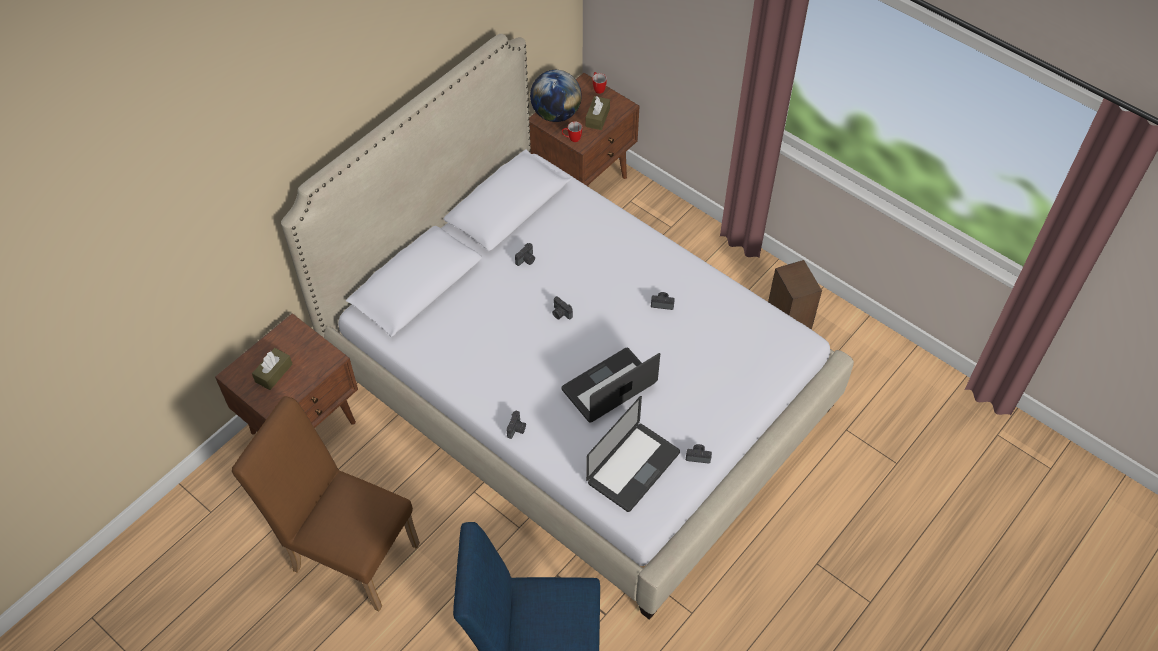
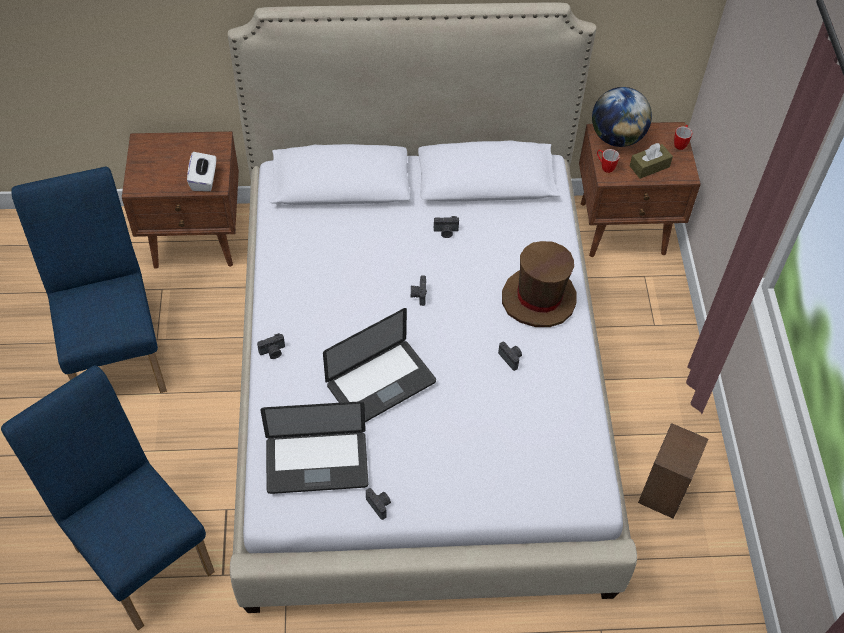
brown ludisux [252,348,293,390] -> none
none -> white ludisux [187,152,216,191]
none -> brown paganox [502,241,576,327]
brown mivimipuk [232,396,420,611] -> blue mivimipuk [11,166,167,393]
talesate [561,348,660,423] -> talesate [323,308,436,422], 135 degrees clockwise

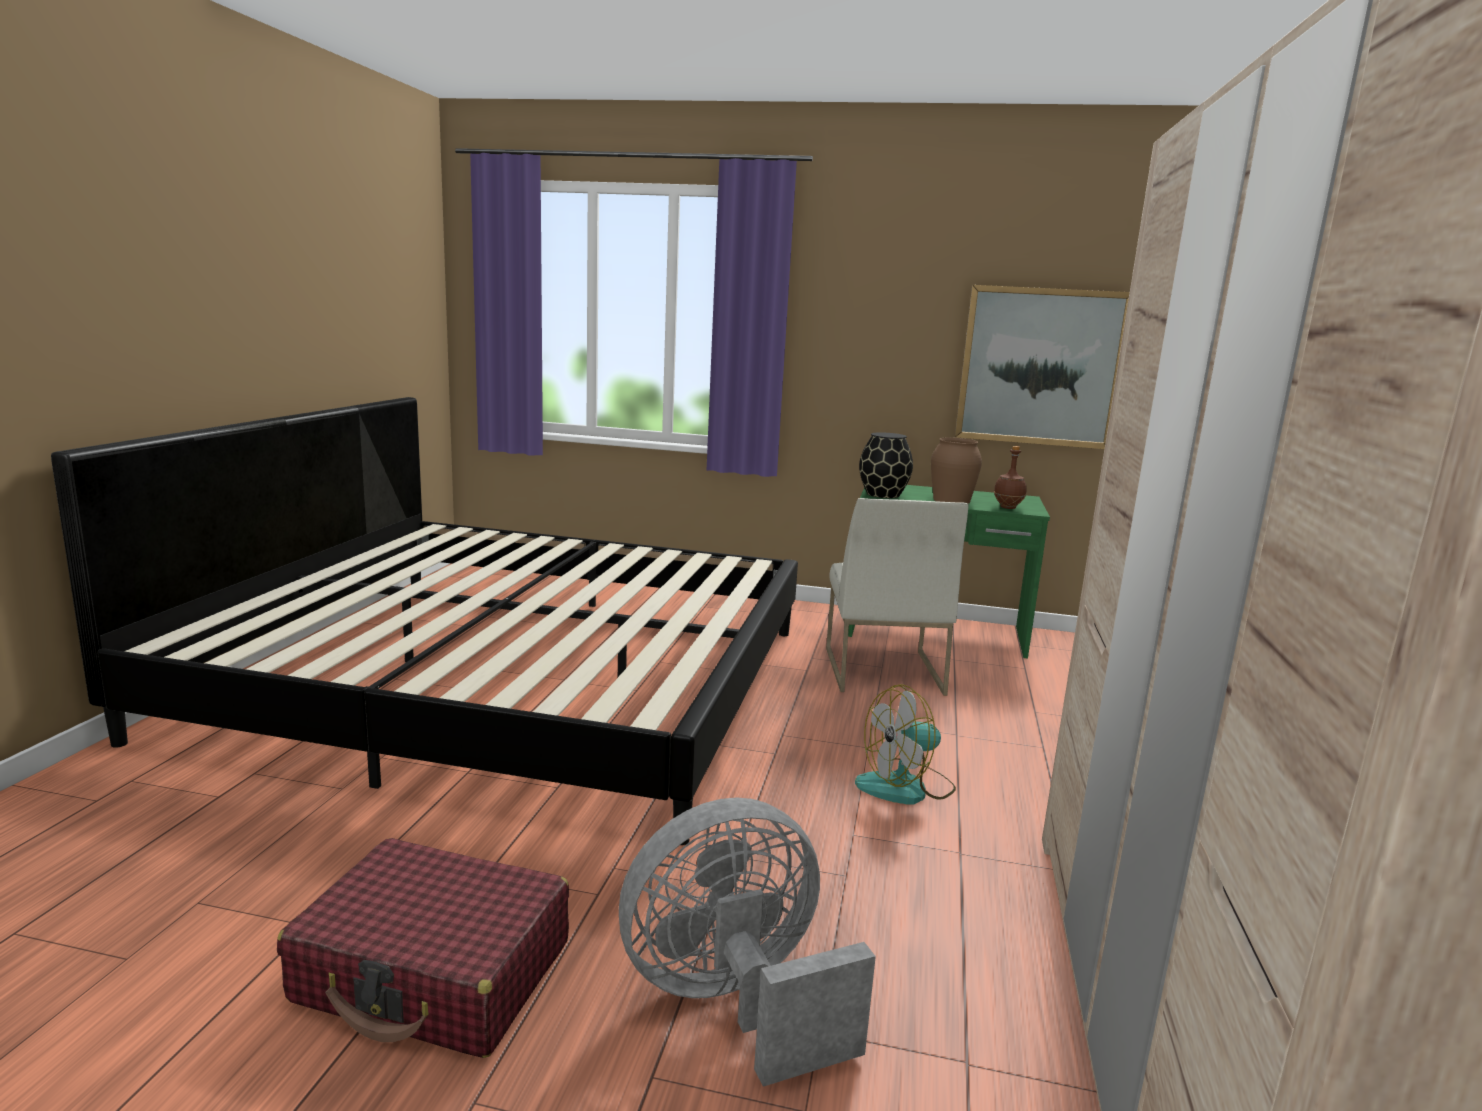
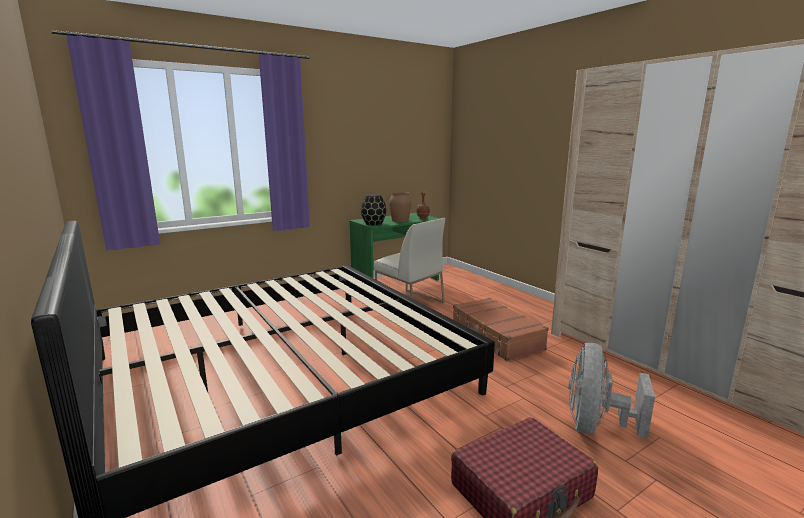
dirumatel [955,285,1130,449] -> none
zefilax [855,684,956,804] -> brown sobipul [453,298,549,361]

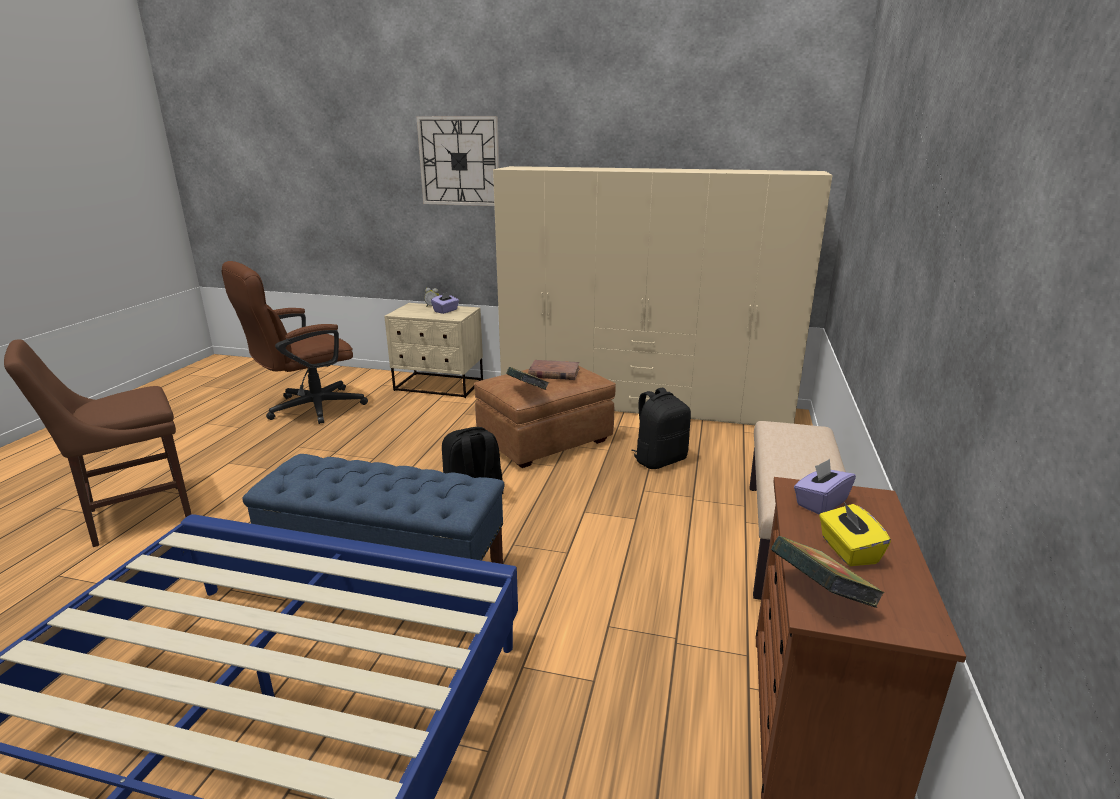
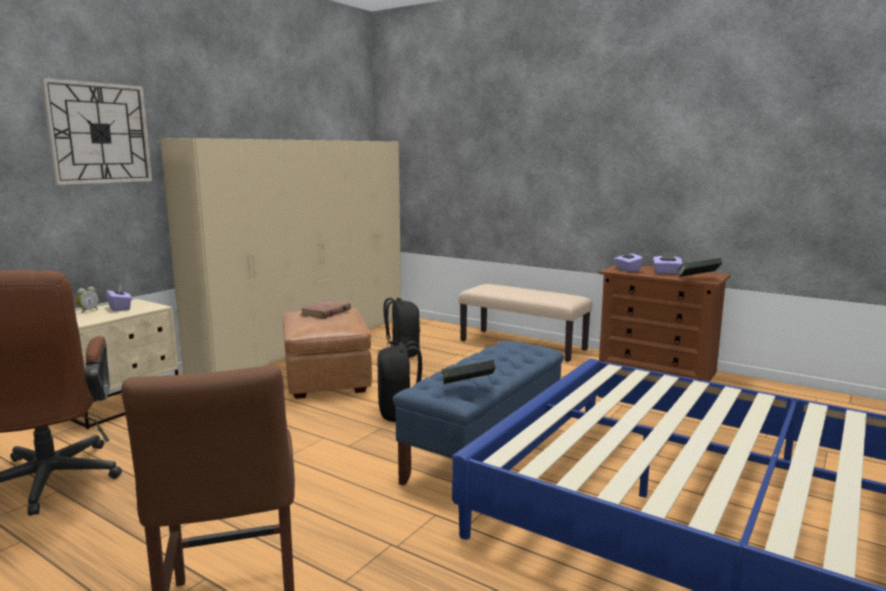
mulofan [506,367,549,390] -> mulofan [441,360,495,384], moved
yellow ludisux [819,502,891,566] -> purple ludisux [653,252,682,274]

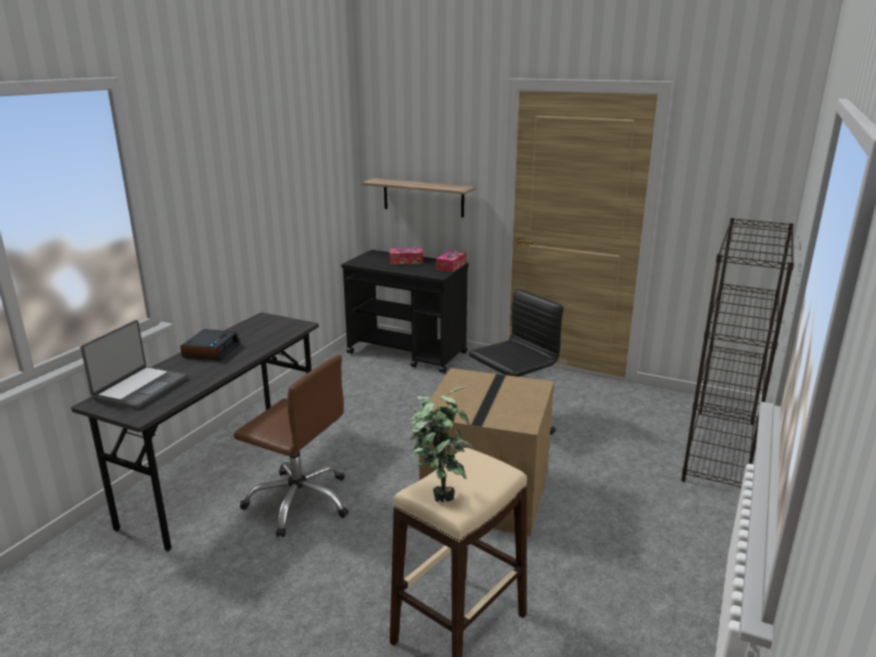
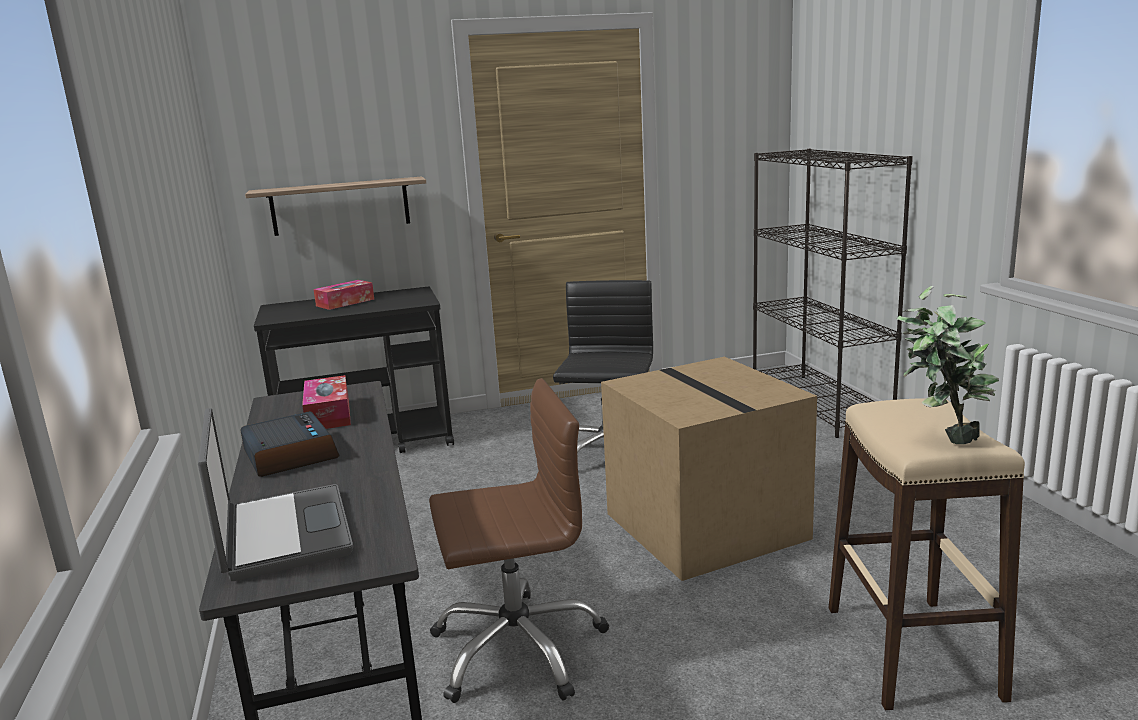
ludisux [436,250,467,272] -> ludisux [302,375,351,429], moved

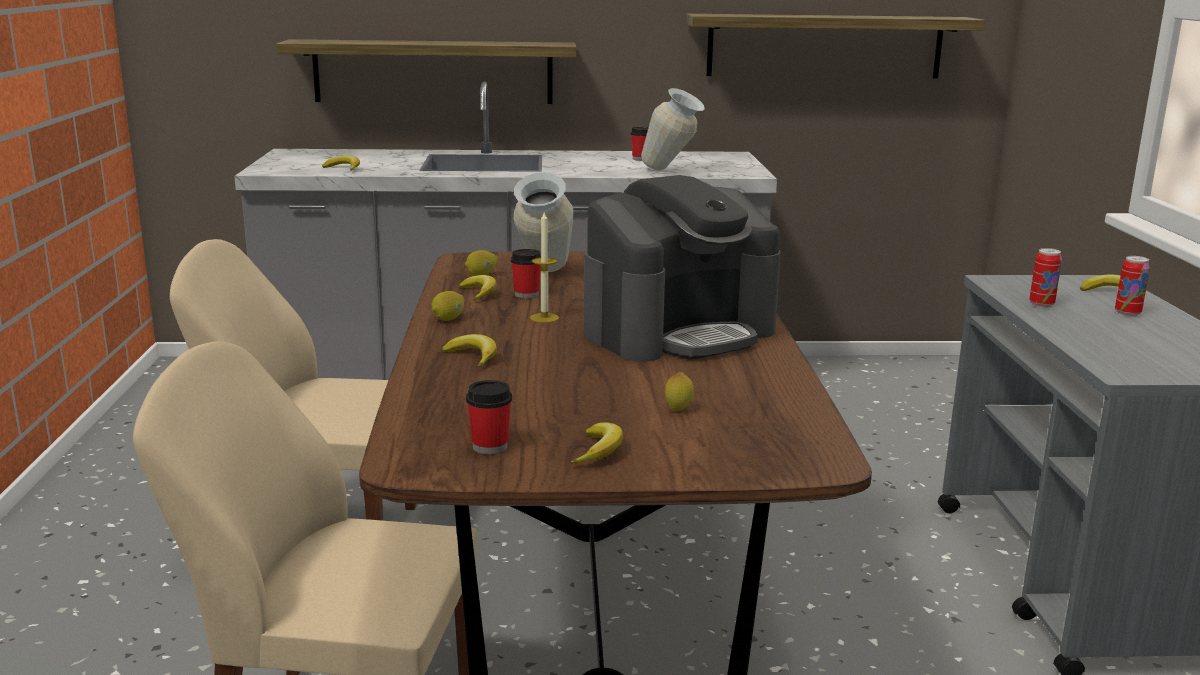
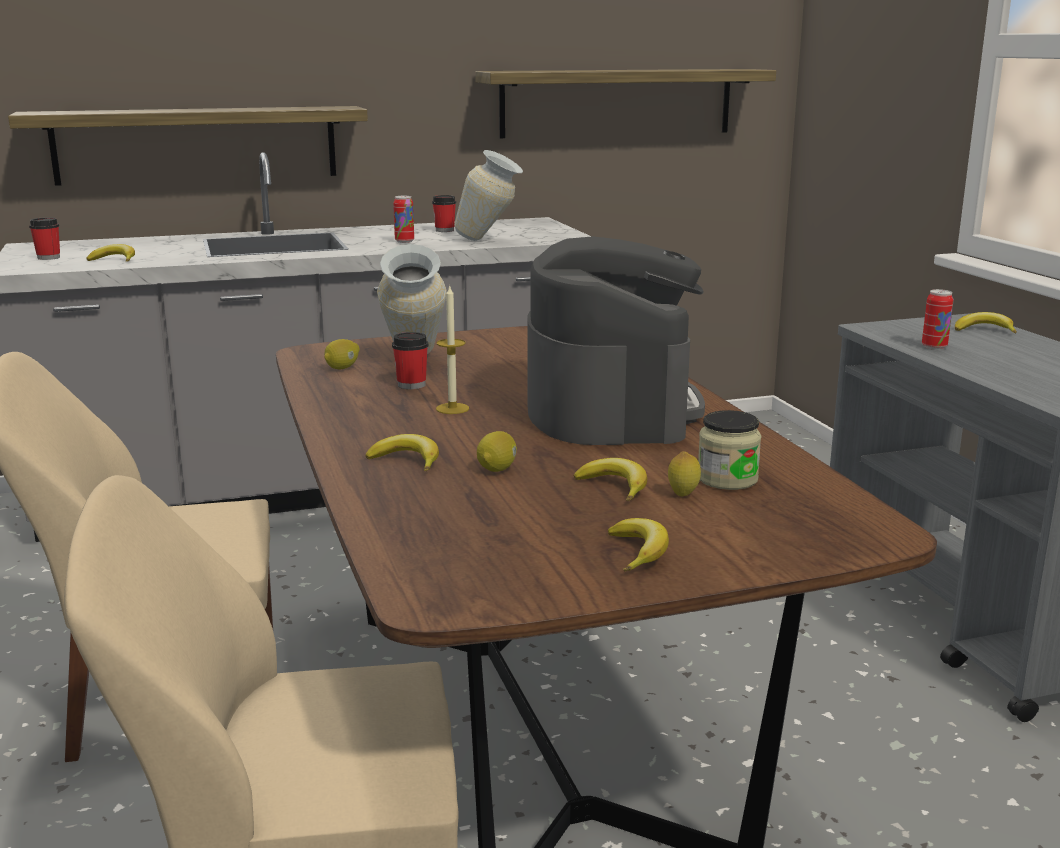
none -> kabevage [698,410,761,490]
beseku [431,291,464,321] -> beseku [477,431,517,472], moved
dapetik [459,275,497,300] -> dapetik [574,458,647,501], moved
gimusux [466,380,512,454] -> gimusux [29,217,60,260], moved
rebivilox [1115,256,1150,316] -> rebivilox [393,196,414,243], moved
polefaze [584,175,781,362] -> polefaze [527,236,705,445], 45 degrees counterclockwise

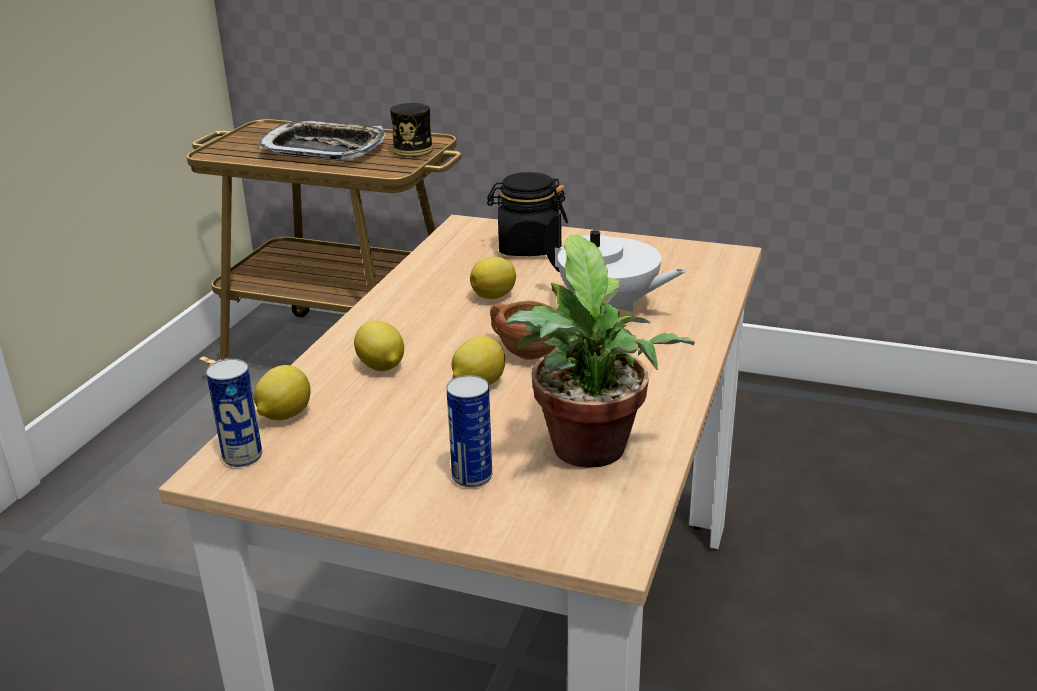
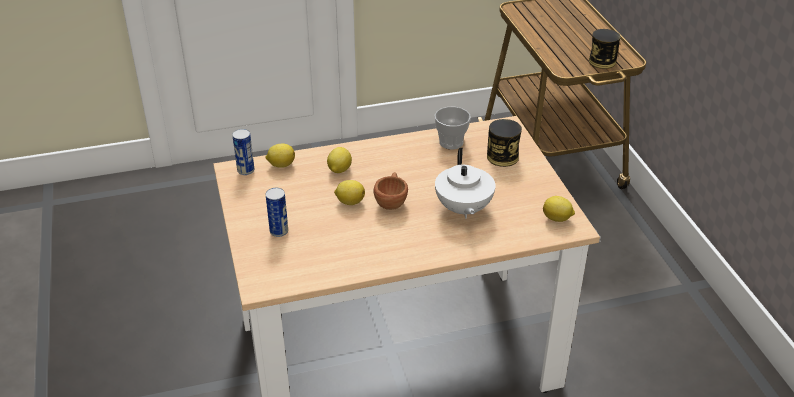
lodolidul [259,120,385,160] -> none
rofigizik [505,234,695,468] -> none
none -> gimusux [435,107,471,149]
beseku [470,257,516,299] -> beseku [543,196,575,222], moved
black kabevage [487,172,568,256] -> rebivilox [487,119,522,167]

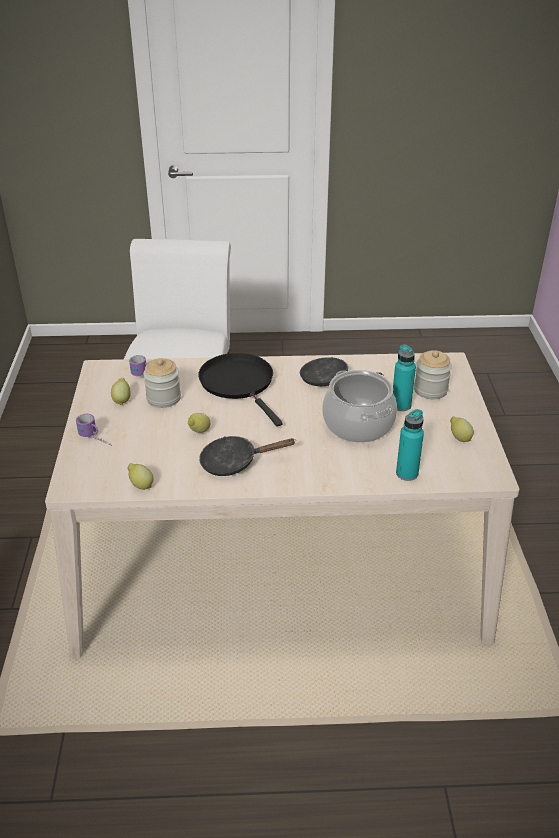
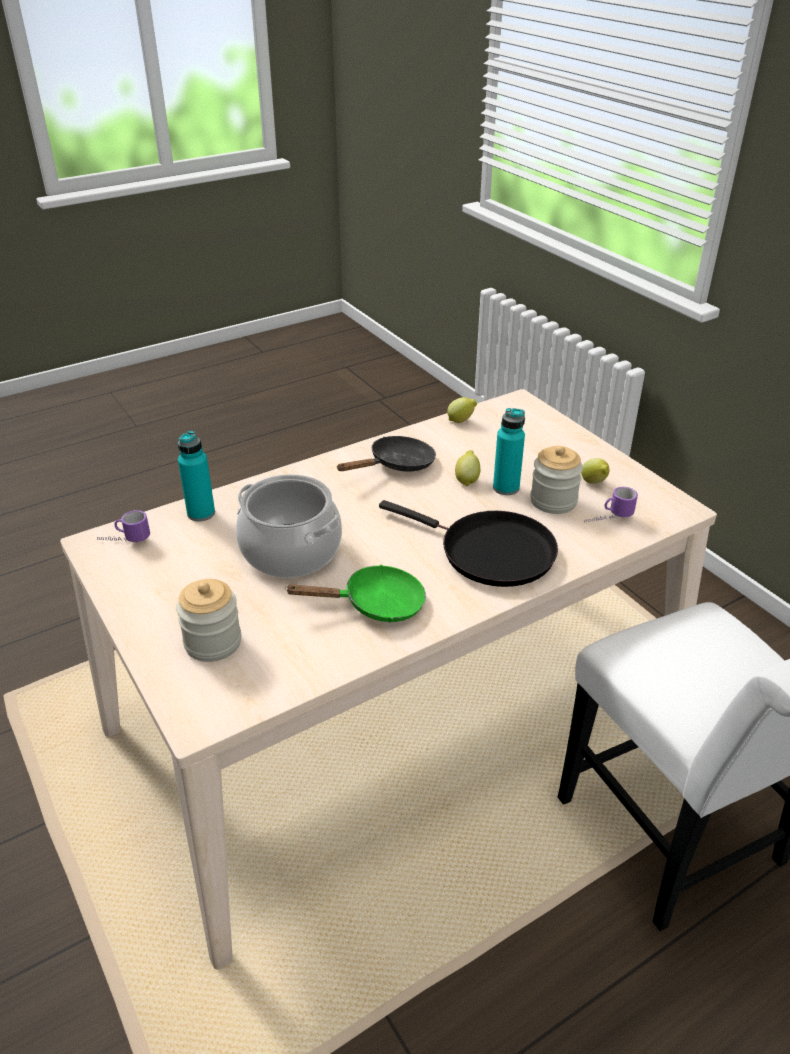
beseku [450,416,474,442] -> none
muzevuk [76,414,112,446] -> muzevuk [97,510,150,542], moved
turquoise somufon [393,344,416,411] -> turquoise somufon [493,408,525,495], moved
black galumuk [300,357,382,386] -> green galumuk [285,565,426,622]

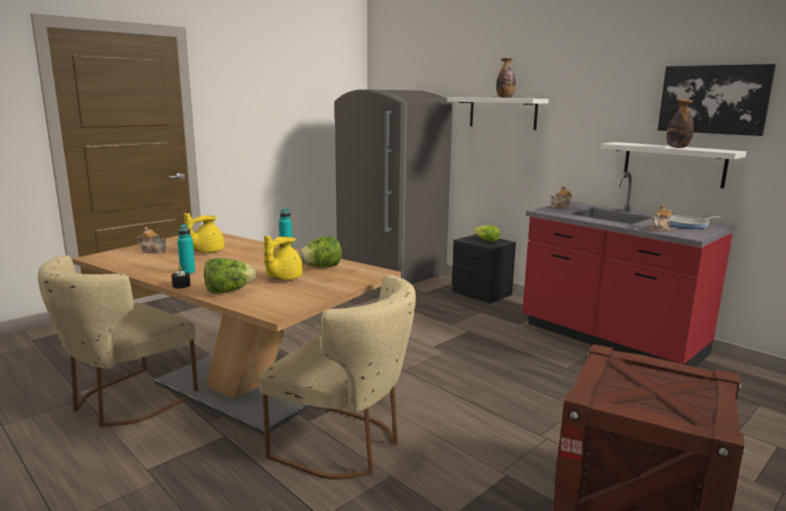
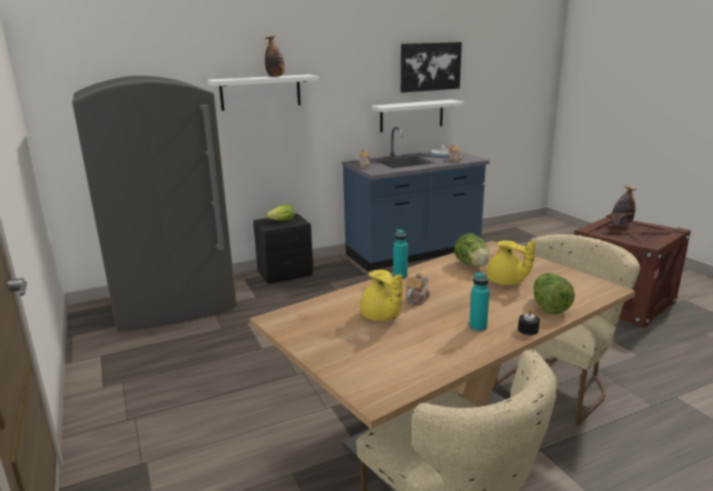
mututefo [137,227,166,254] -> mututefo [406,273,430,306], moved
somufon [666,99,694,148] -> somufon [612,186,637,226], moved
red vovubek [522,172,736,367] -> blue vovubek [342,127,490,271]

